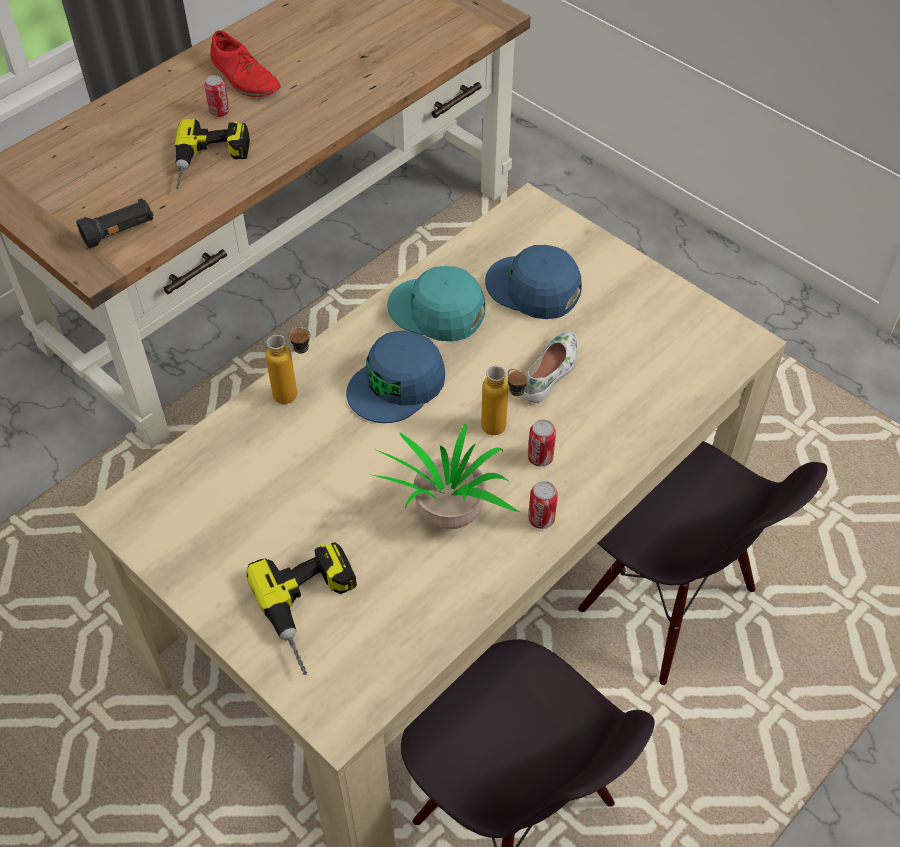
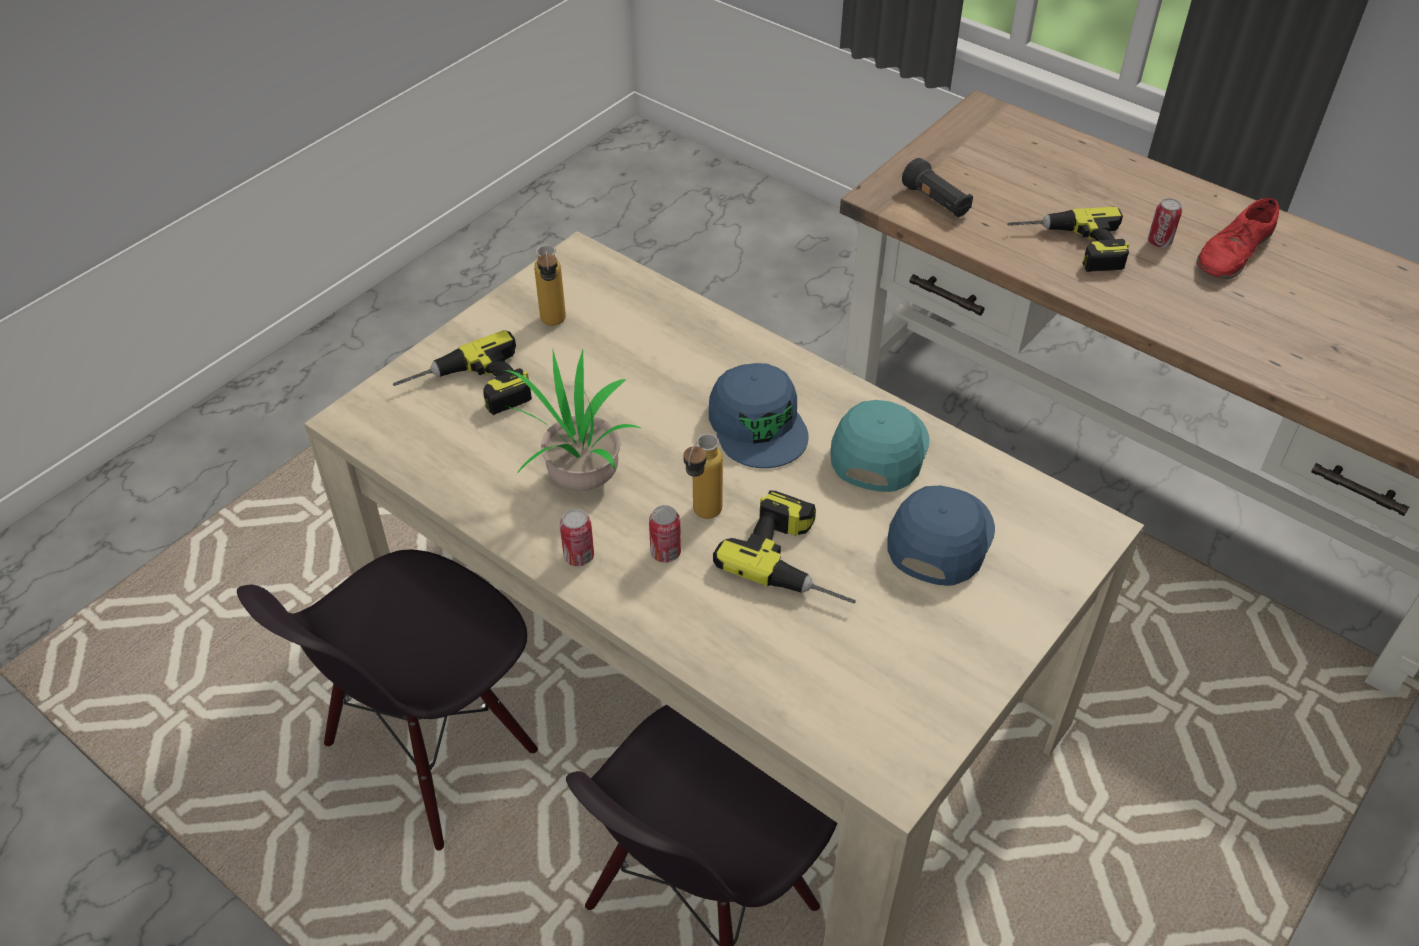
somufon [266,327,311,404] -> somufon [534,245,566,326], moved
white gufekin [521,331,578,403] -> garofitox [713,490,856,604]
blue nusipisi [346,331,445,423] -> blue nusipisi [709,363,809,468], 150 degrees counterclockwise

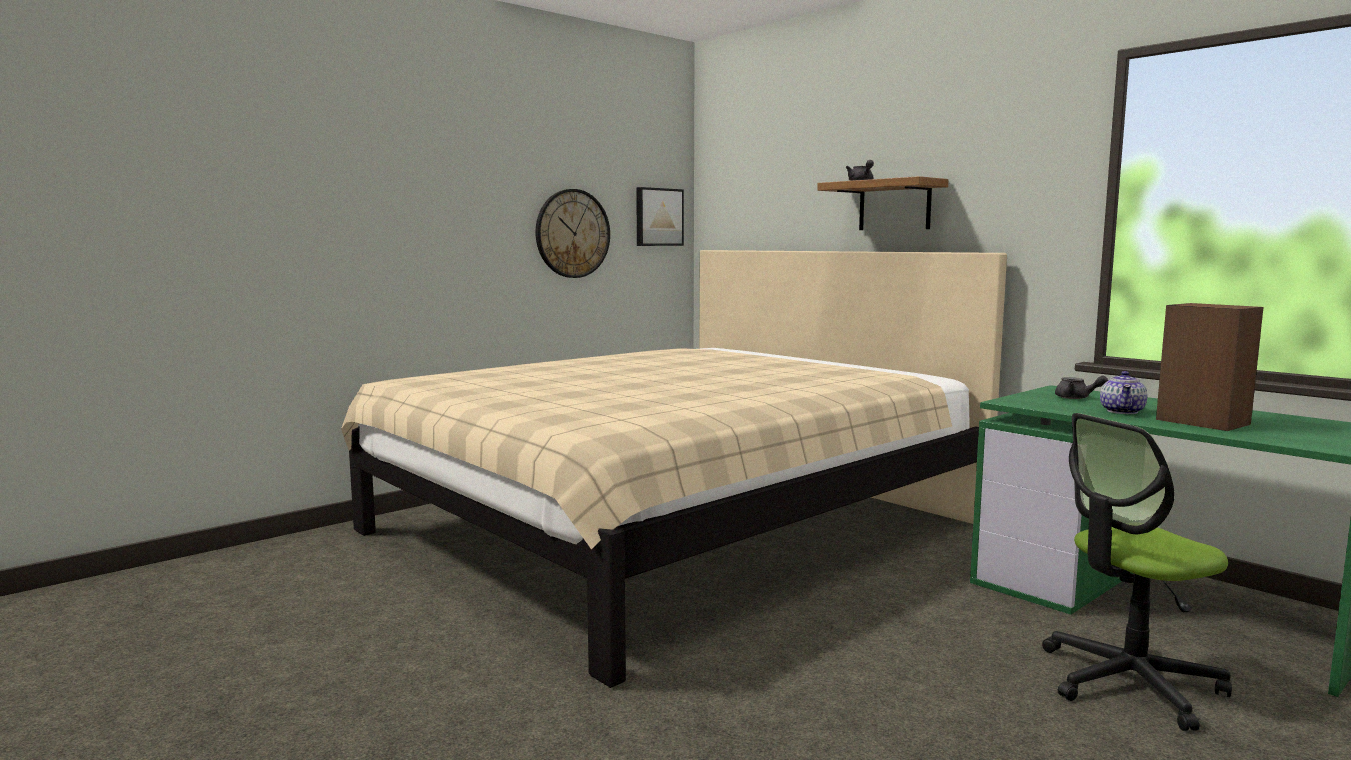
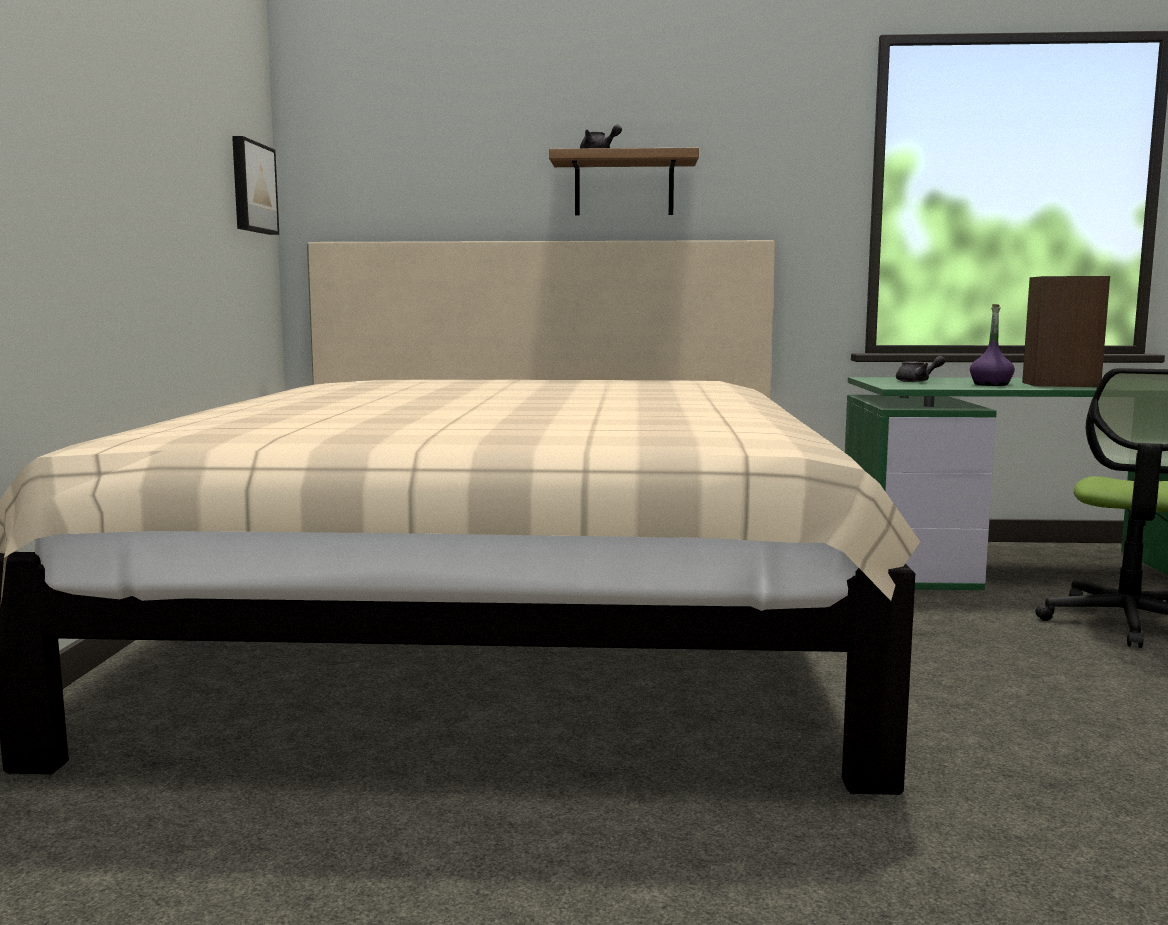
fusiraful [535,189,610,278] -> none
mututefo [1100,371,1147,414] -> purple somufon [970,304,1015,386]

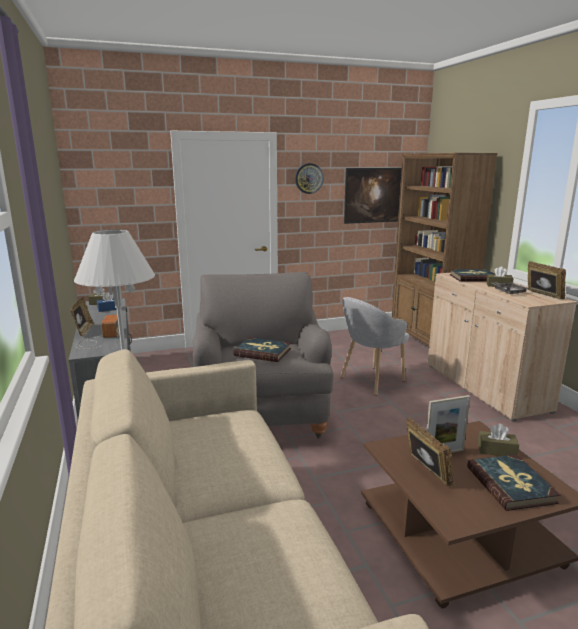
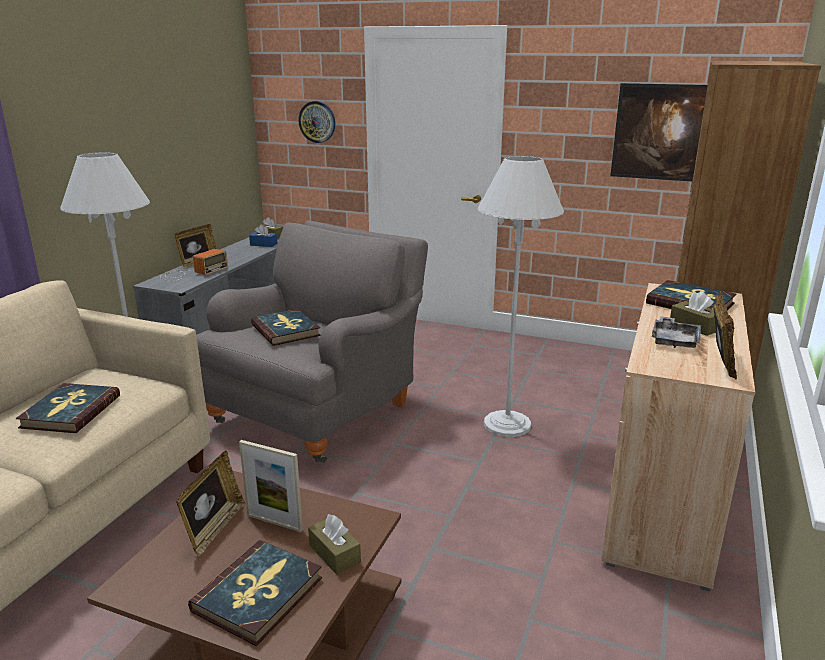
none -> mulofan [16,383,120,433]
fusiraful [295,163,323,194] -> fusiraful [298,101,335,143], moved
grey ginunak [340,297,409,395] -> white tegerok [478,155,564,437]

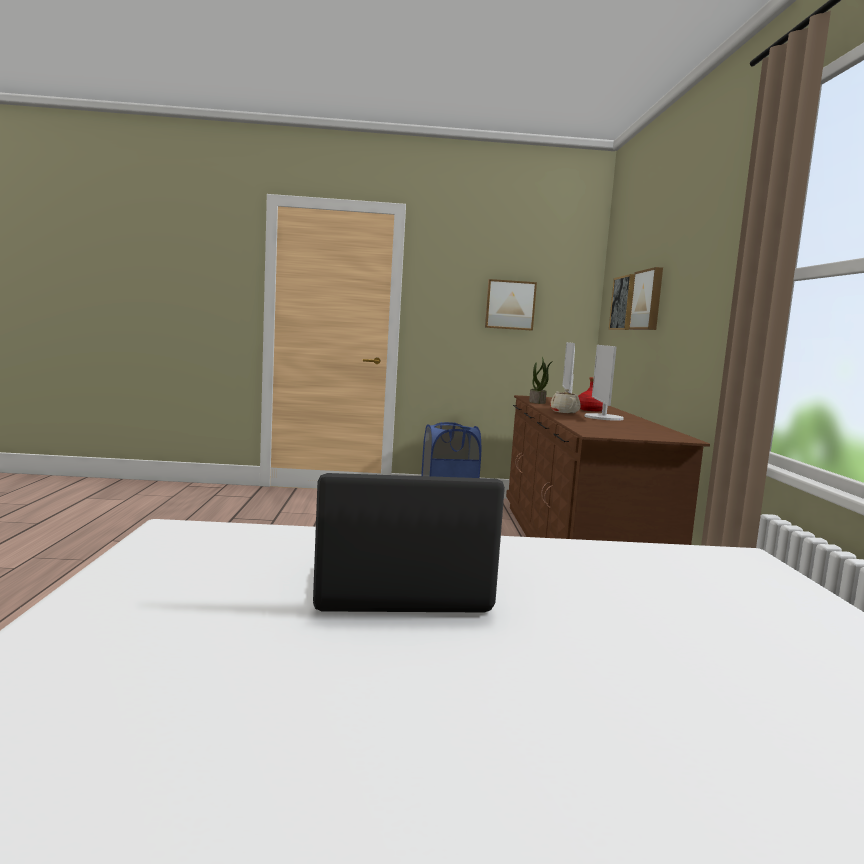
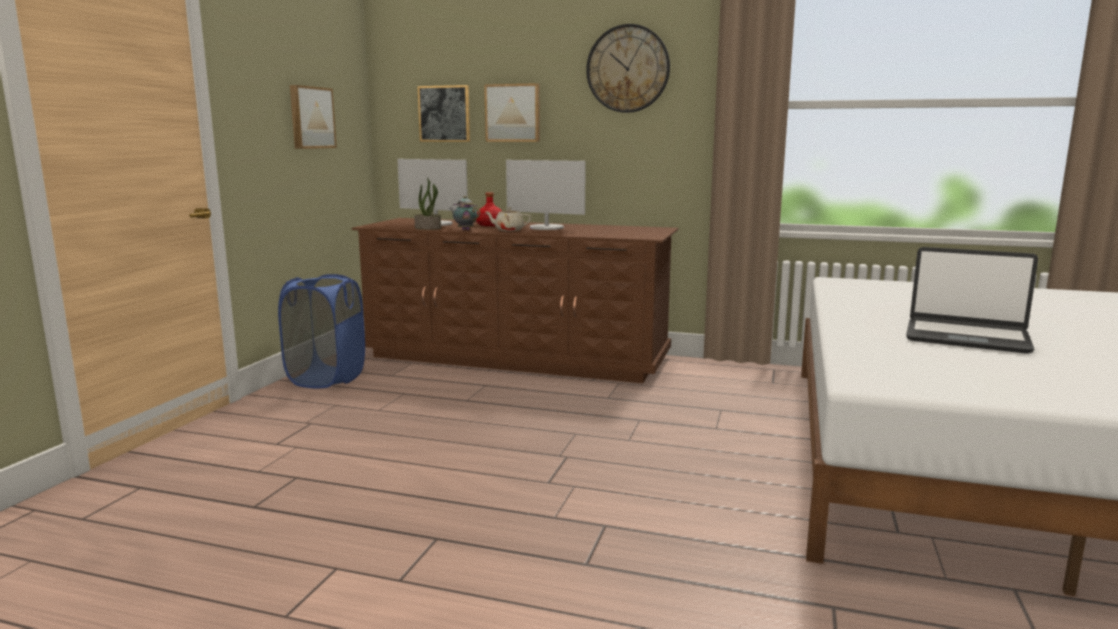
none -> mututefo [449,196,480,230]
none -> fusiraful [586,24,670,113]
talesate [313,473,505,613] -> talesate [906,247,1038,354], 75 degrees counterclockwise

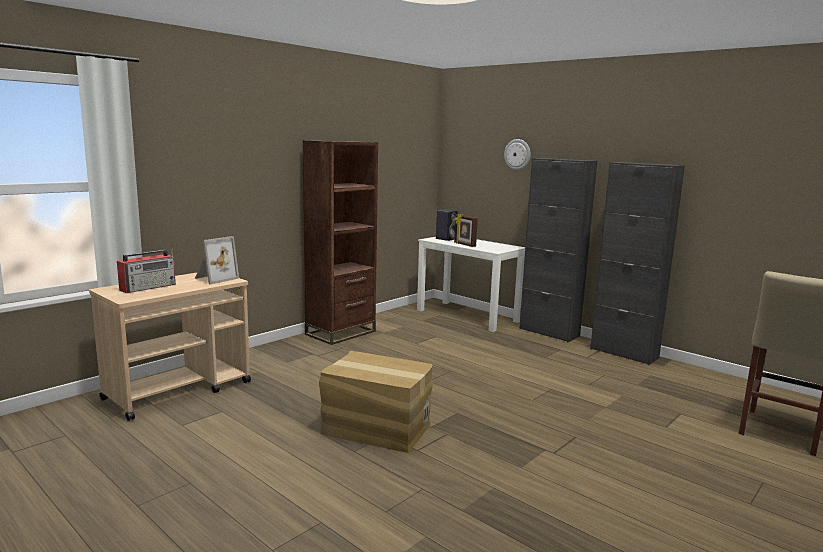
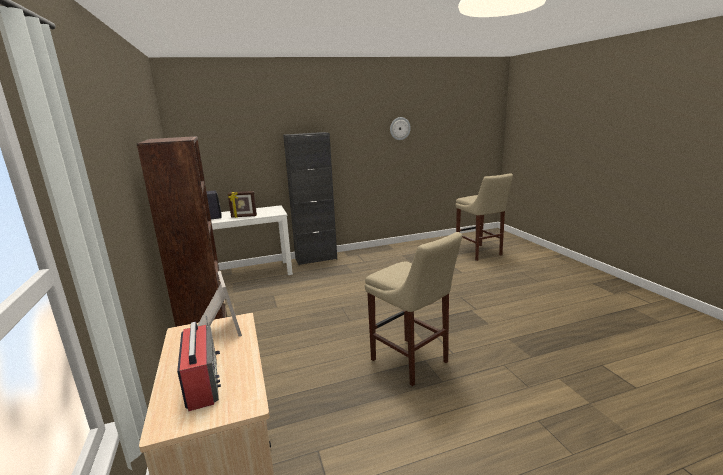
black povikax [590,162,685,365] -> none
fusiraful [504,139,531,170] -> fusiraful [390,117,411,140], moved
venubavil [319,351,433,453] -> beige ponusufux [365,232,462,386]

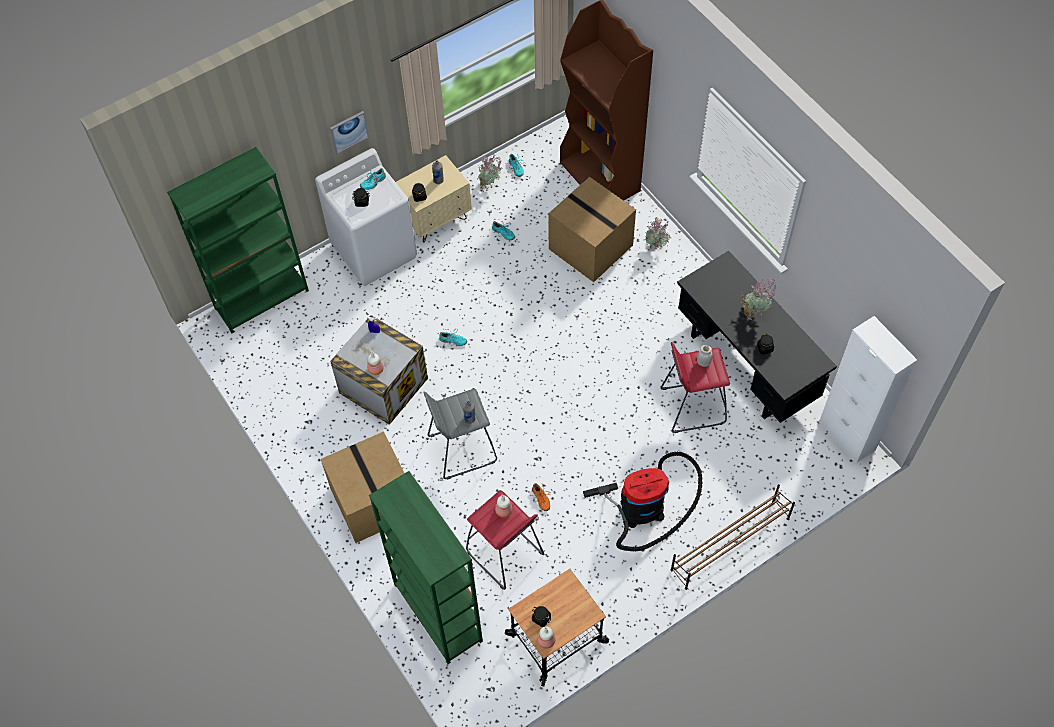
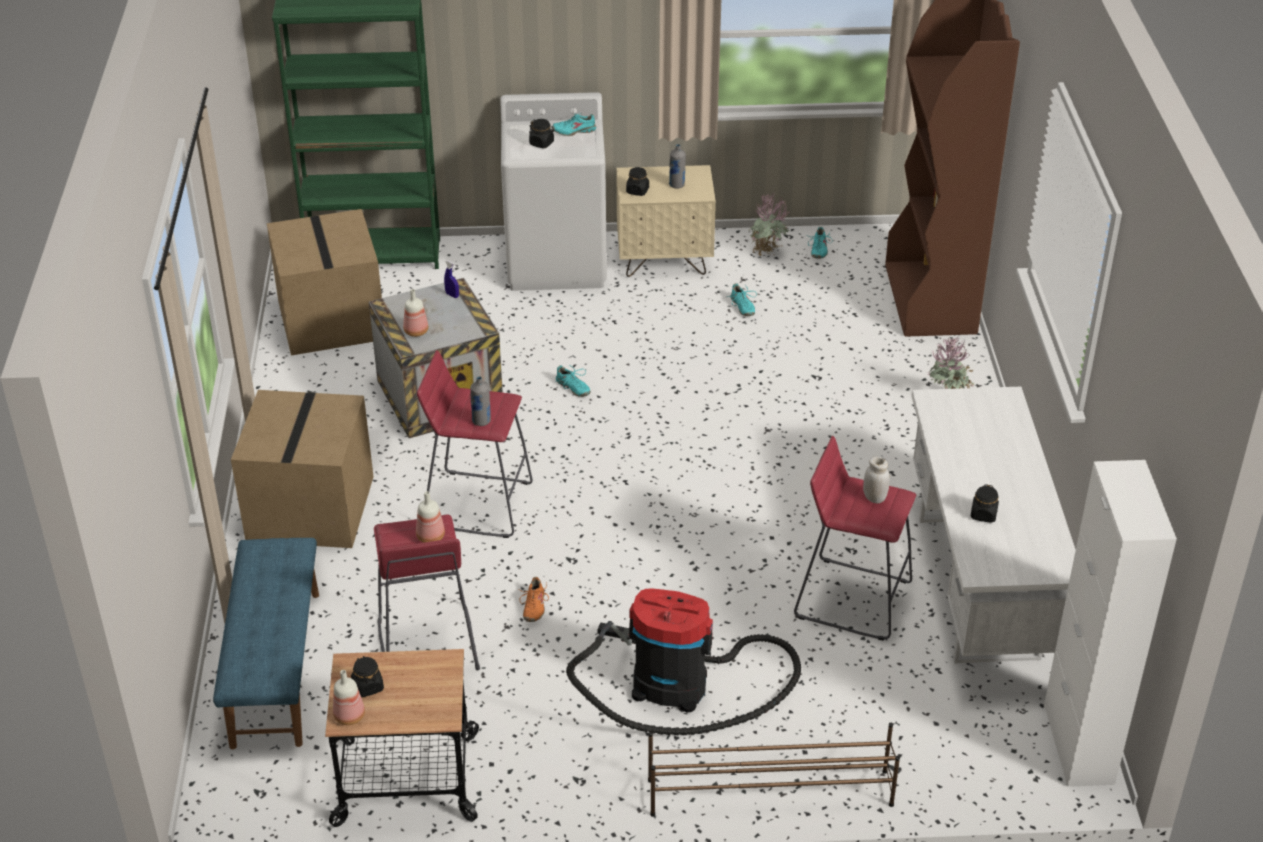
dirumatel [330,111,369,154] -> none
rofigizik [740,278,776,319] -> none
venubavil [548,177,636,282] -> venubavil [267,209,382,355], moved
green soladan [369,471,483,664] -> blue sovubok [213,538,319,749]
grey ponusufux [423,389,497,480] -> red ponusufux [417,350,533,538]
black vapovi [677,251,837,423] -> white vapovi [911,387,1076,663]

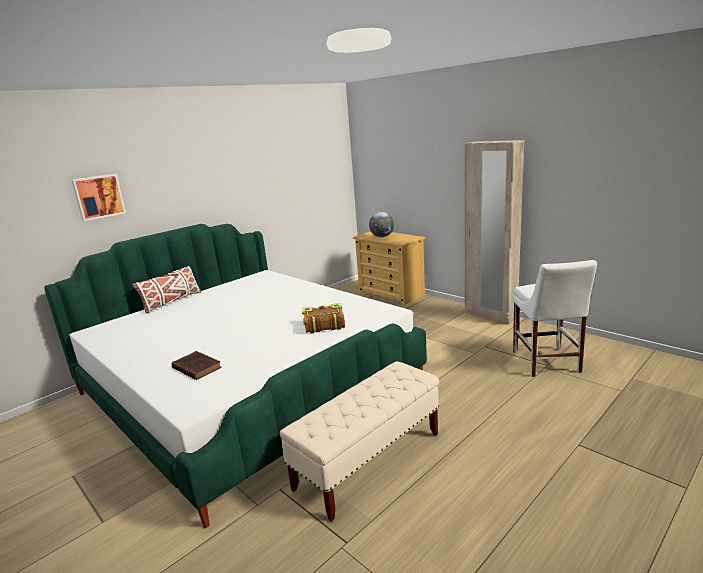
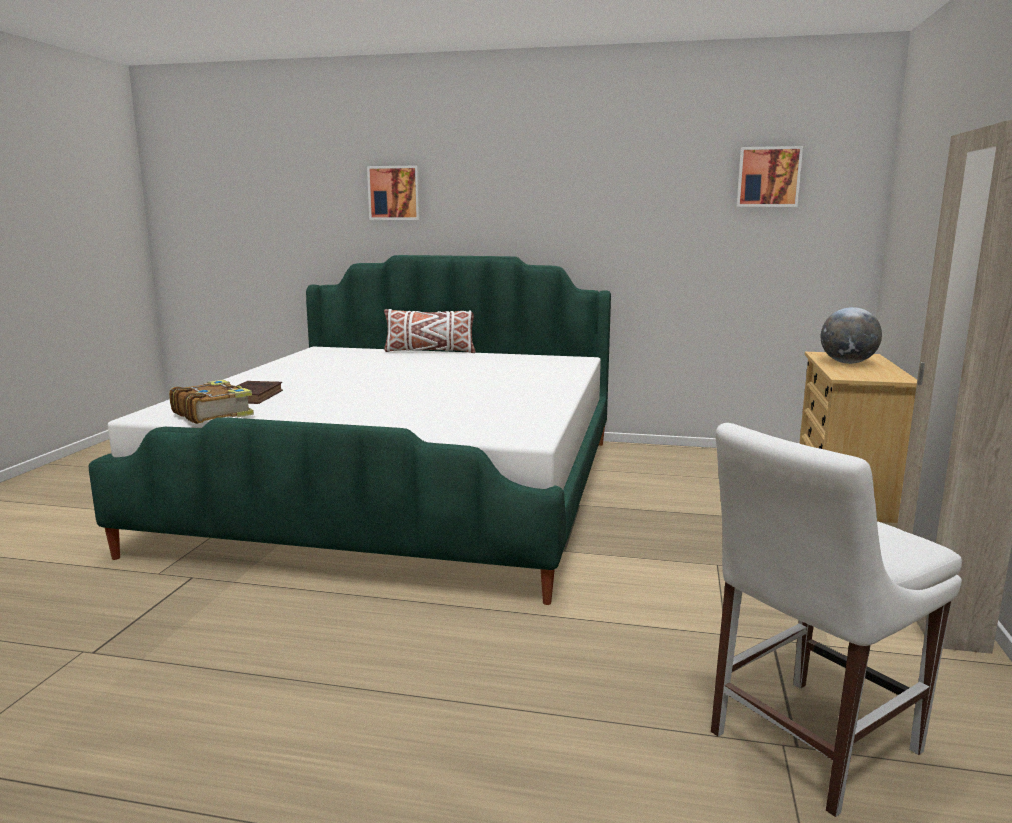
beige sovubok [280,361,439,522] -> none
none -> dirumatel [737,146,803,207]
mulofan [302,303,345,333] -> mulofan [169,380,254,424], moved

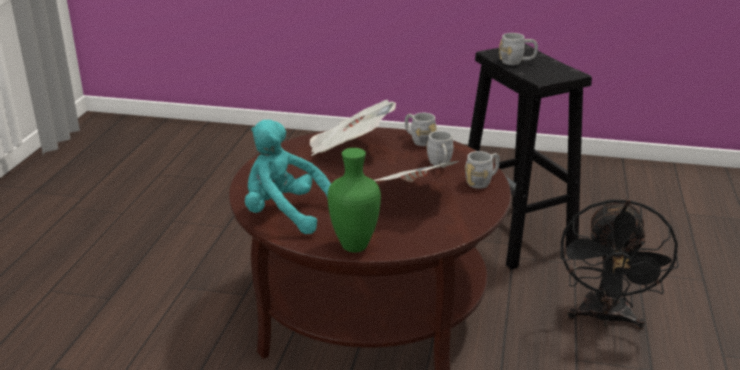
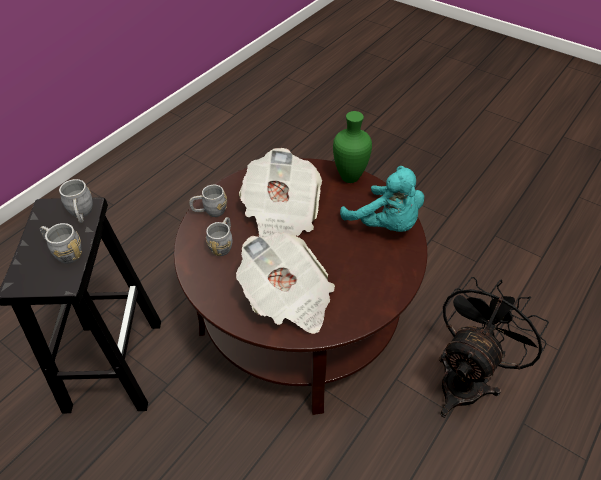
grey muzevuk [405,113,437,146] -> grey muzevuk [59,179,93,223], moved
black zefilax [560,199,679,329] -> black zefilax [439,277,549,418], moved

